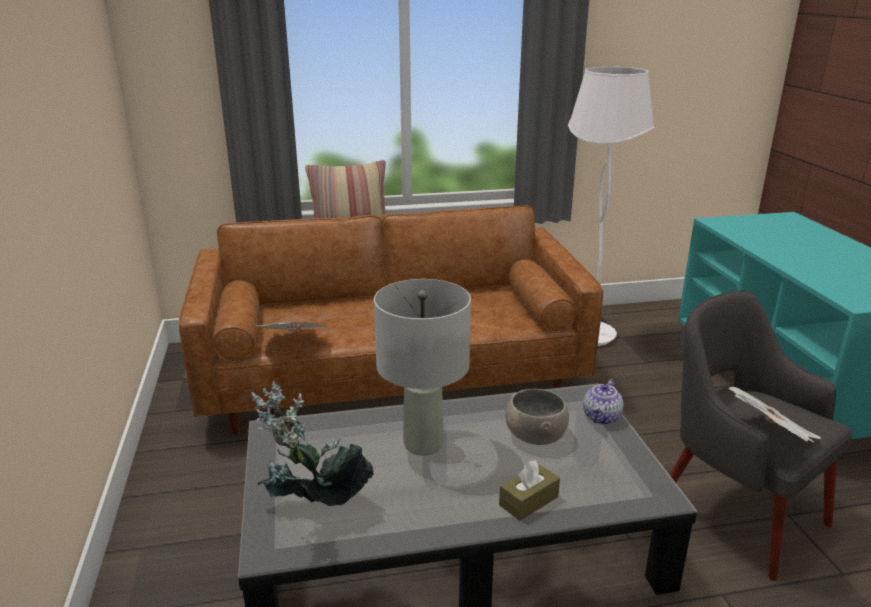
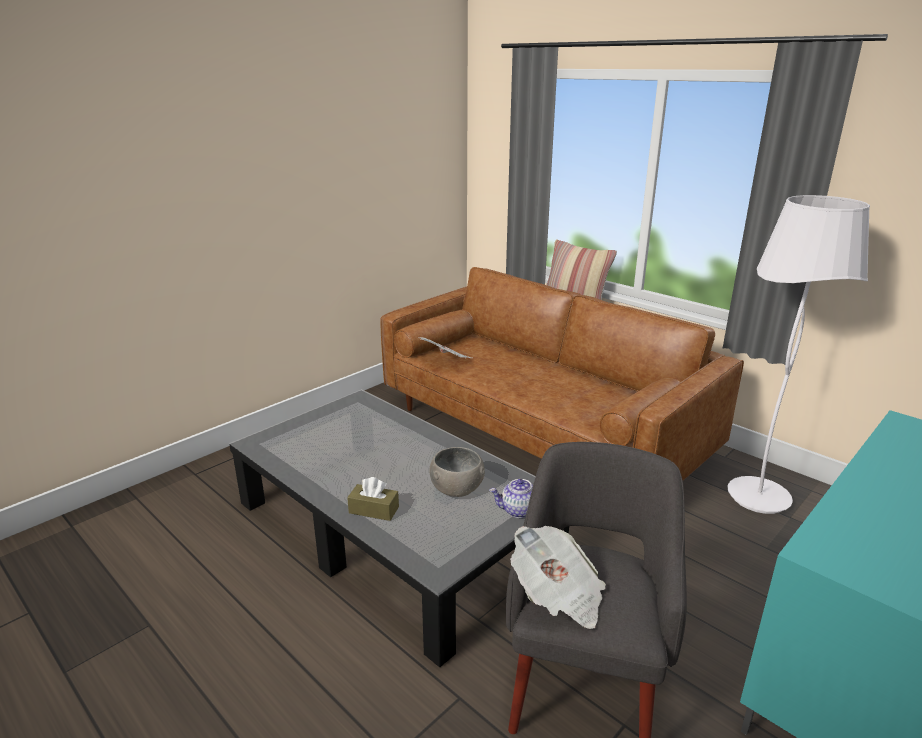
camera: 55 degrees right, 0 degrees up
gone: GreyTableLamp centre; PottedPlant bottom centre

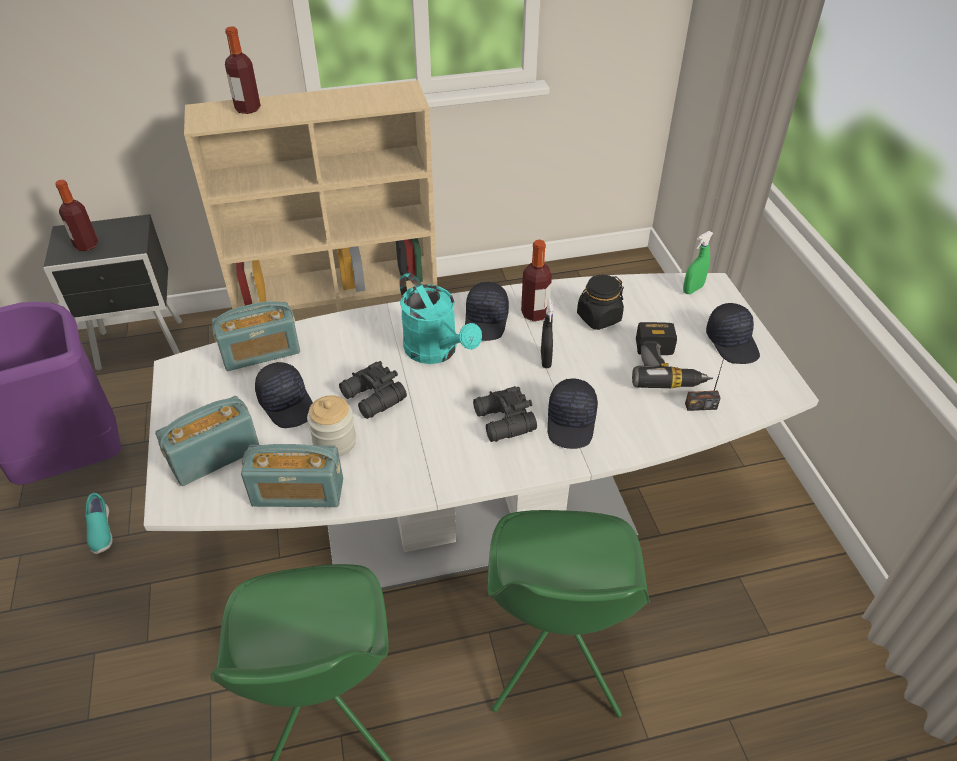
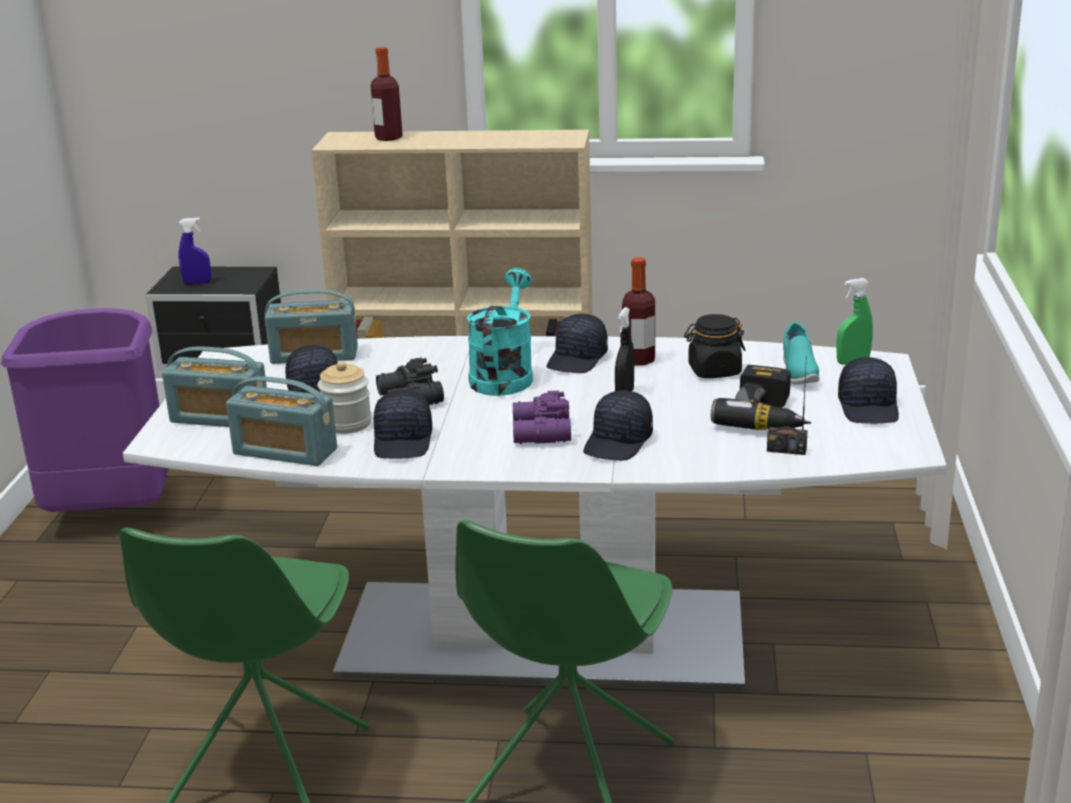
camera: 20 degrees right, 20 degrees down
new: BlackCap (no. 2 from left) centre
shifted: TurquoiseShoe bottom left to middle right
swapped: Bottle (no. 1 from left) top left to BlueSprayBottle top left
repainted: BlackBinoculars (no. 2 from left) centre to PurpleBinoculars centre
rotated: TurquoiseWateringCan centre = centre 150 degrees counterclockwise; Radio (no. 1 from left) middle left = middle left 150 degrees counterclockwise

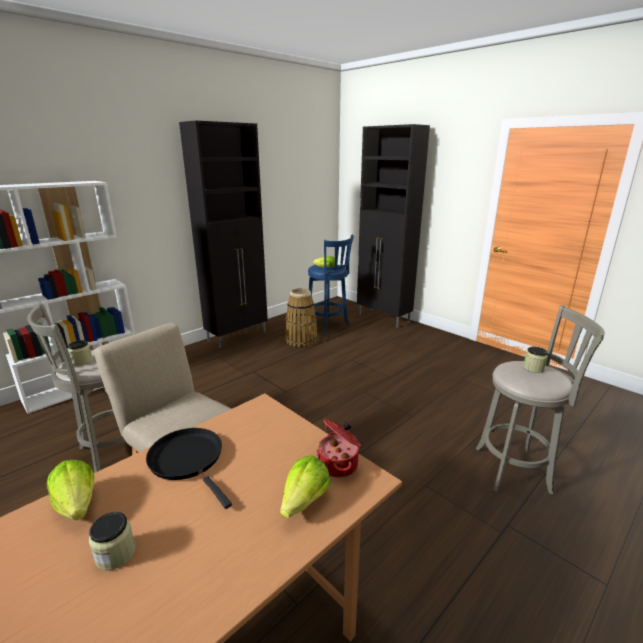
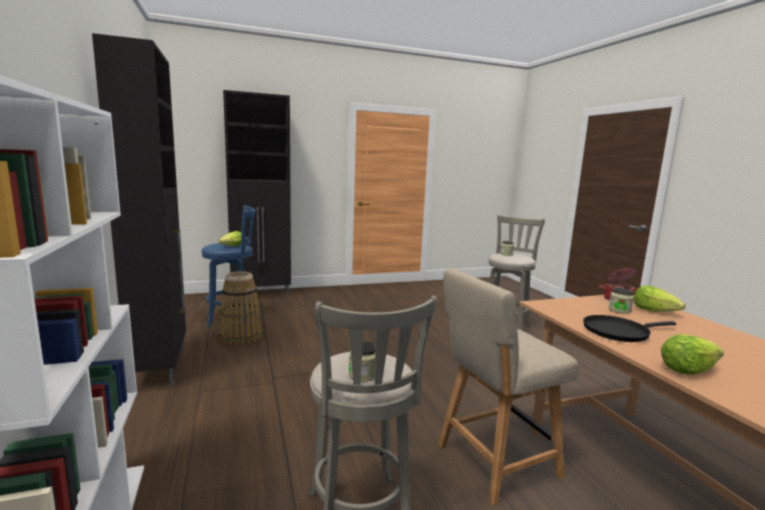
camera: 65 degrees left, 10 degrees down
shifted: Jar (no. 2 from left in the first image) bottom left to Jar (no. 3 from left) middle right

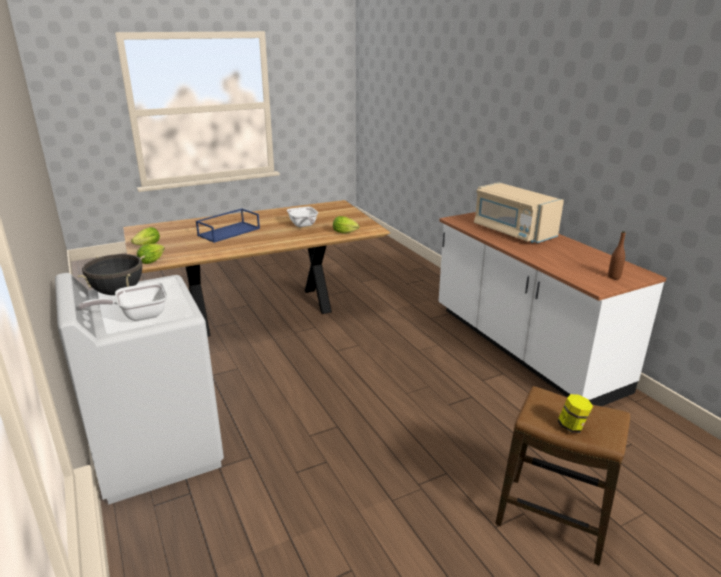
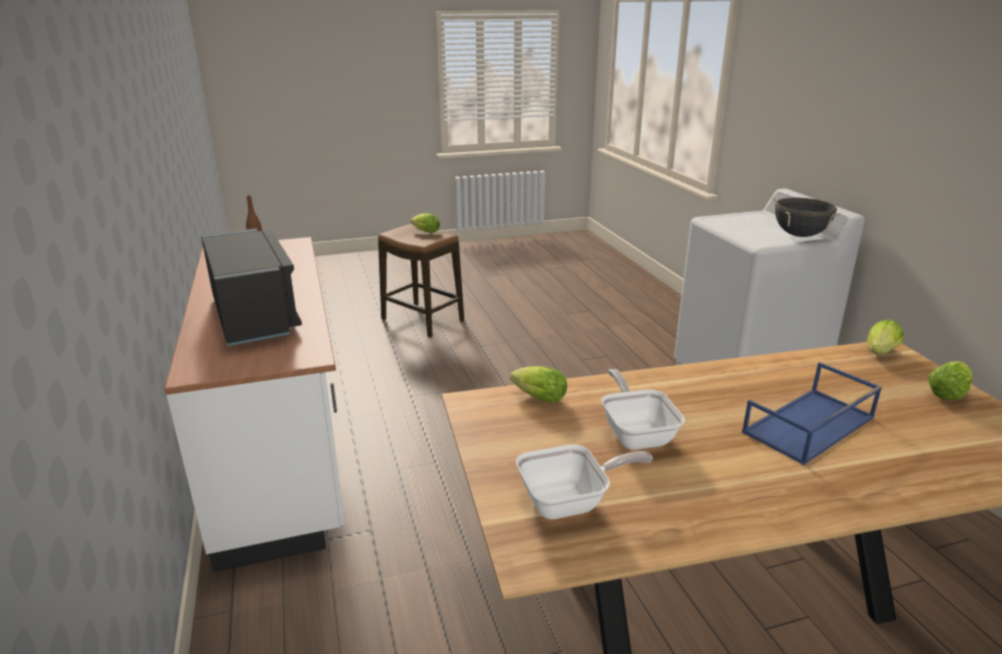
camera: 170 degrees left, 0 degrees up
shifted: FryingPan (no. 1 from left) middle left to bottom centre
swapped: Jar bottom right to Lettuce (no. 1 from left) centre
repainted: BeigeMicrowave middle right to BlackMicrowave middle left

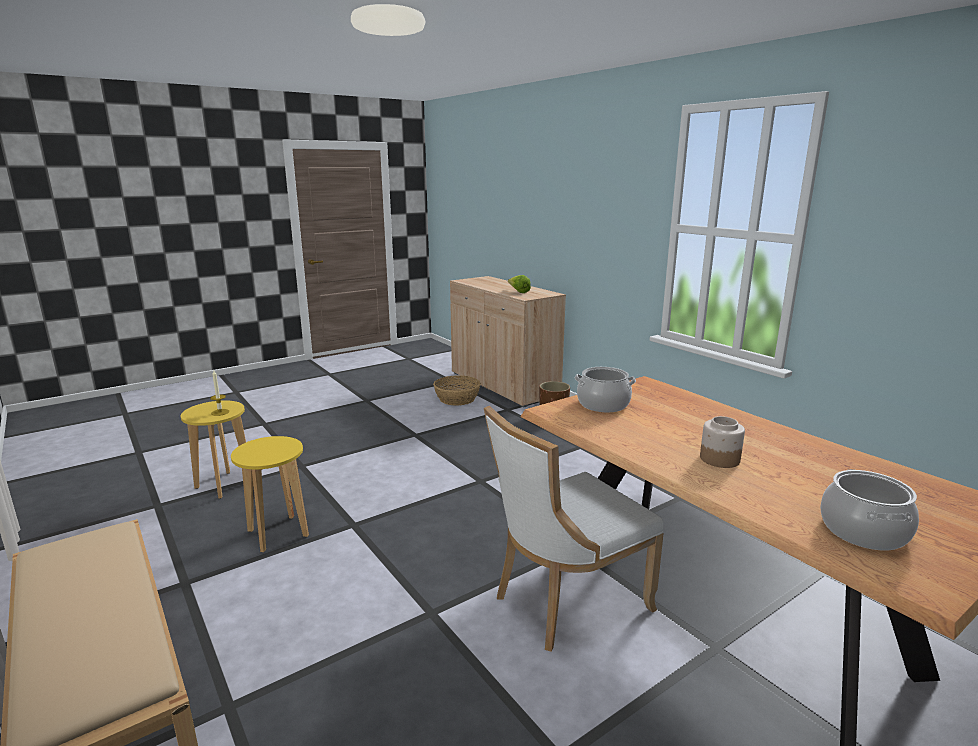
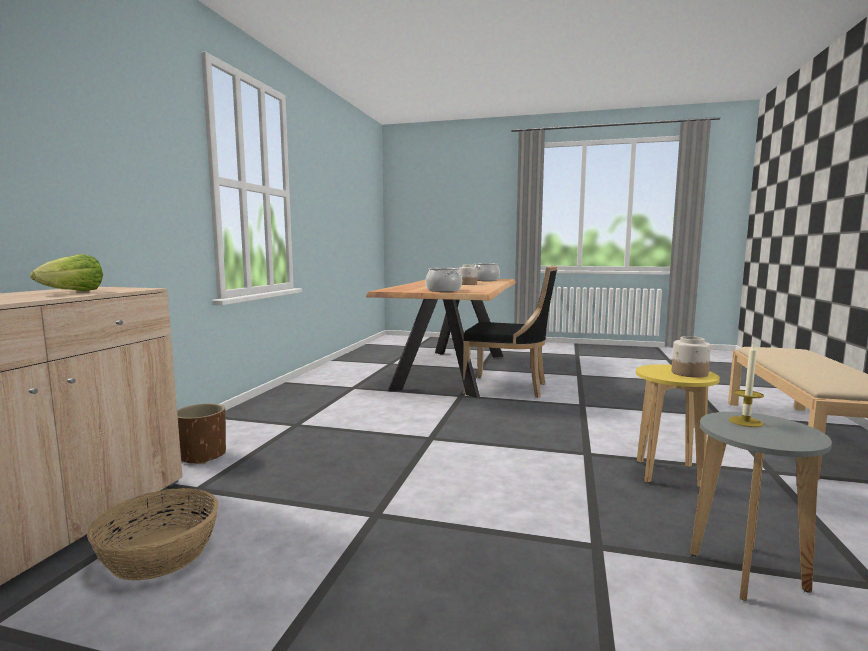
camera: 130 degrees left, 10 degrees down
new: Jar (no. 2 from left) middle right
repainted: YellowStool (no. 1 from left) middle left to GreyStool bottom right; WhiteChair bottom centre to BlackChair centre

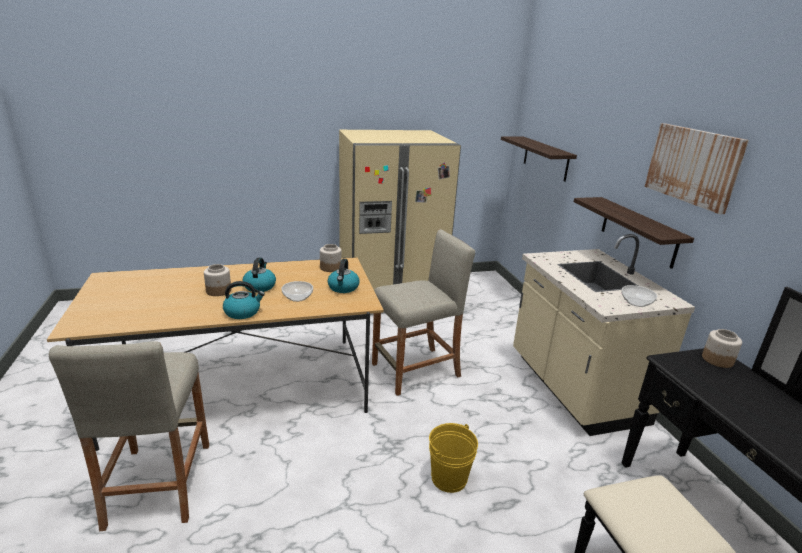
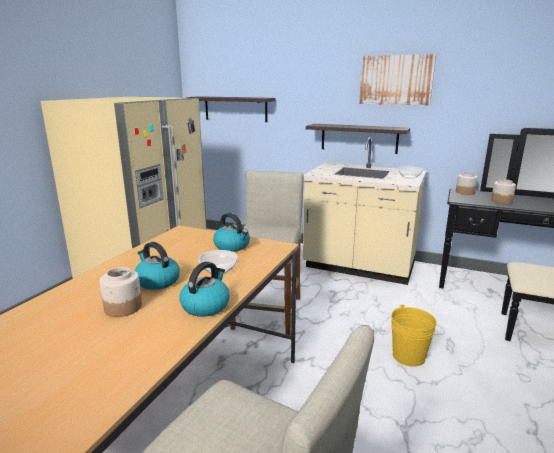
camera: 50 degrees left, 5 degrees down
shifted: Jar (no. 2 from left in the first image) centre to Jar (no. 3 from left) middle right

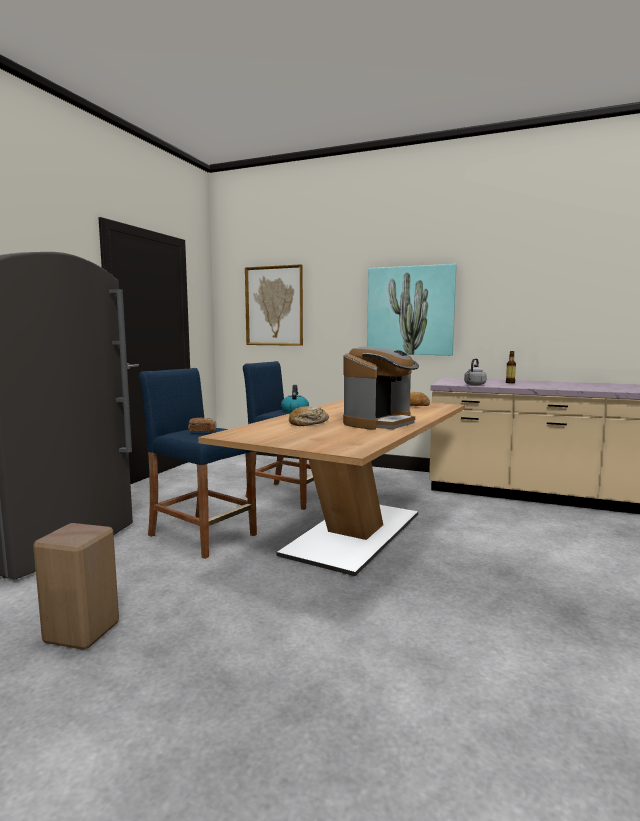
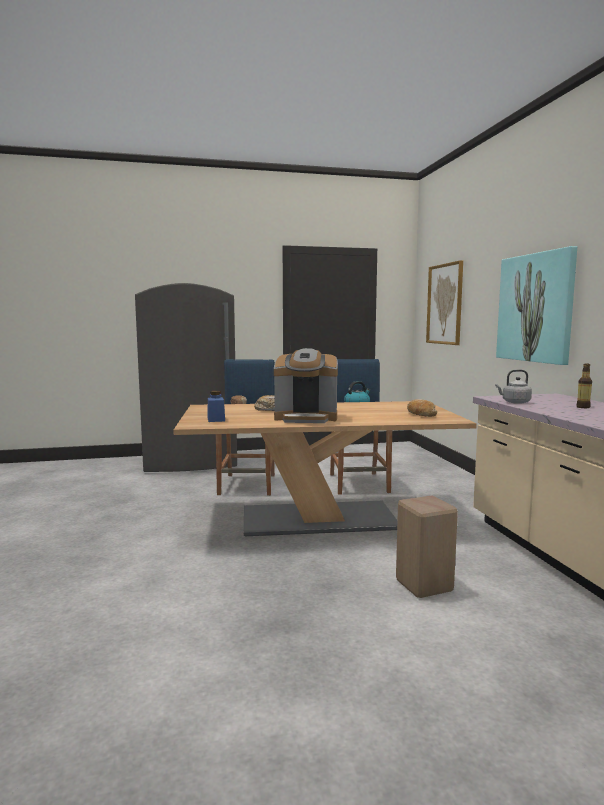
camera: 55 degrees right, 0 degrees up
new: BlueJar centre
shifted: BeigeStool bottom left to bottom right

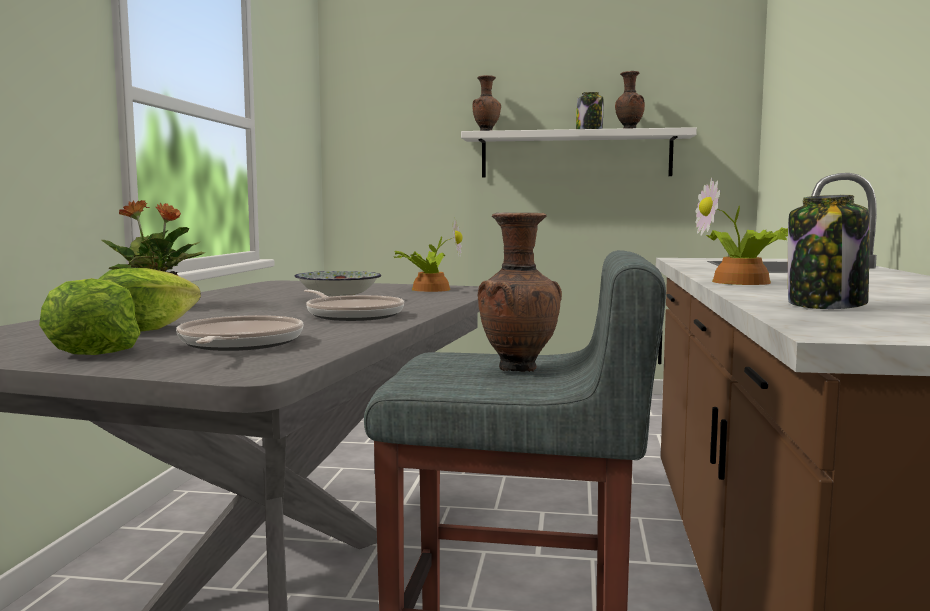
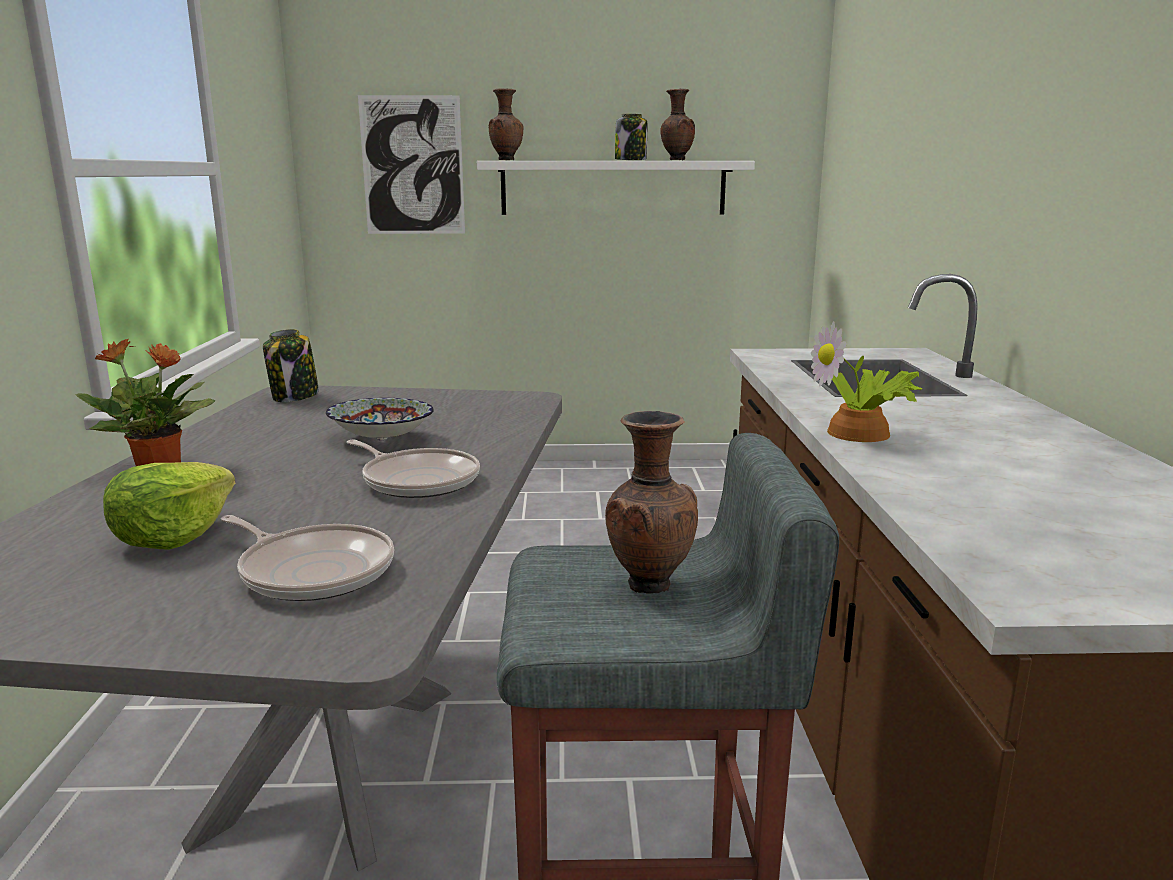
camera: 10 degrees left, 10 degrees up
gone: PottedPlant (no. 2 from left) centre; Lettuce (no. 1 from left) middle left
new: Picture top centre
shifted: Jar (no. 2 from left in the first image) middle right to Jar (no. 1 from left) middle left
rotated: FryingPan (no. 1 from left) middle left = middle left 135 degrees clockwise

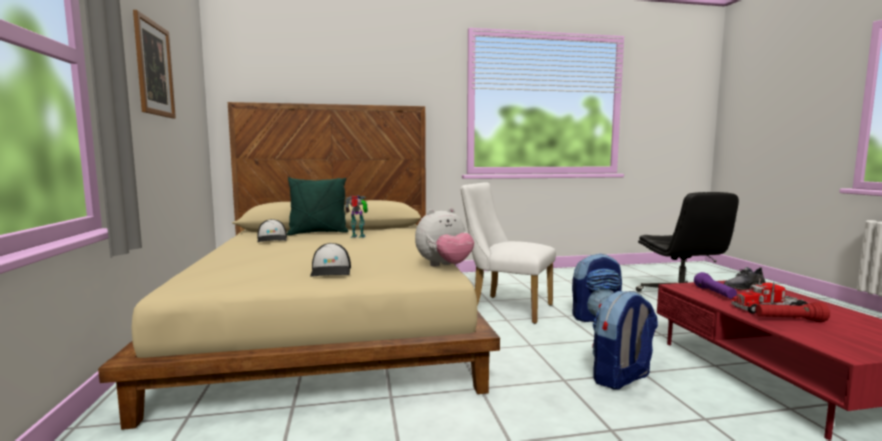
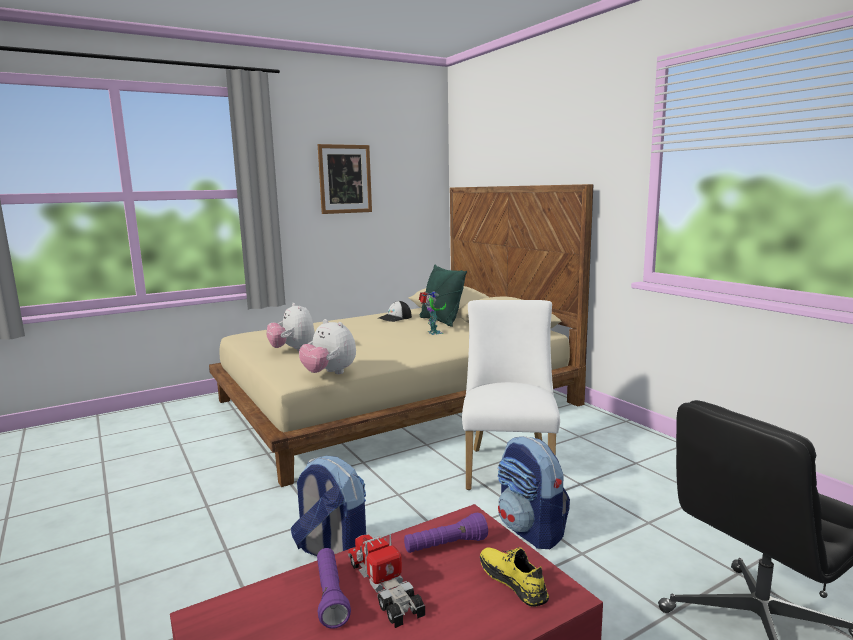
camera: 70 degrees right, 5 degrees up
swapped: Cap (no. 2 from left) centre to PlushToy (no. 1 from left) centre
repainted: GreyShoe middle right to YellowShoe bottom centre; RedFlashlight bottom right to PurpleFlashlight (no. 1 from left) bottom centre

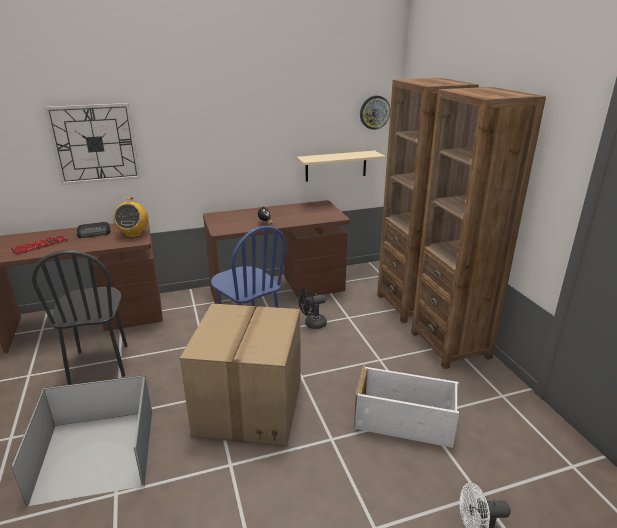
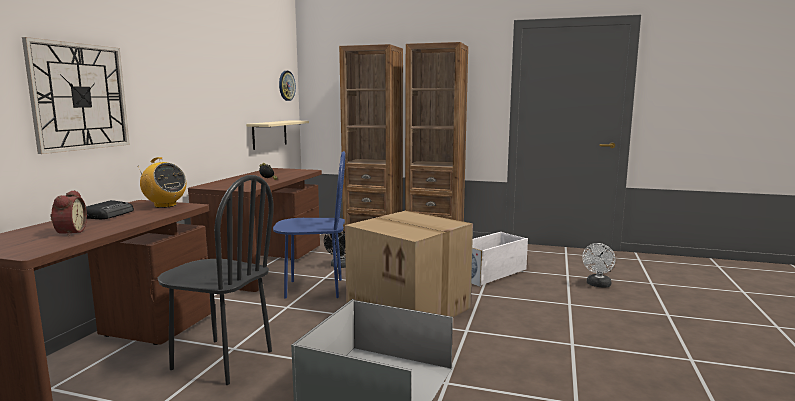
camera: 55 degrees left, 15 degrees down
swapped: Keyboard middle left to AlarmClock (no. 1 from left) middle left

